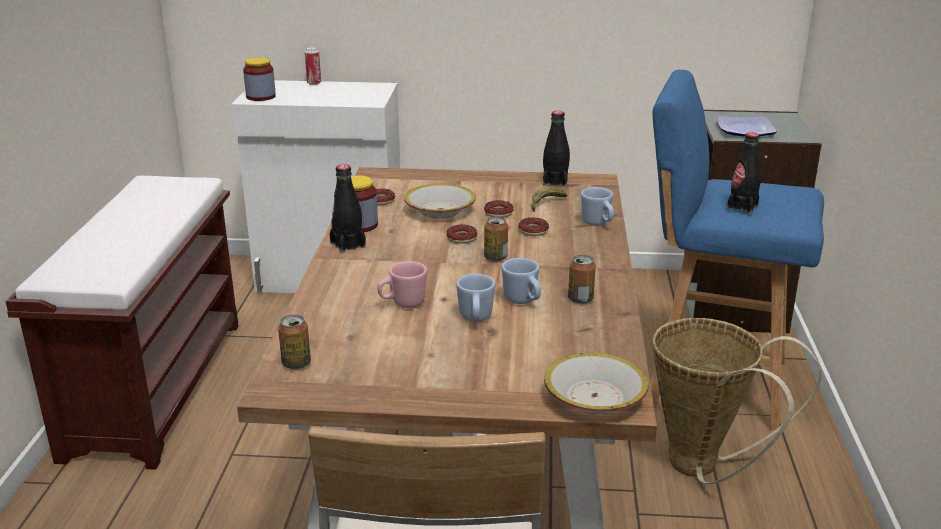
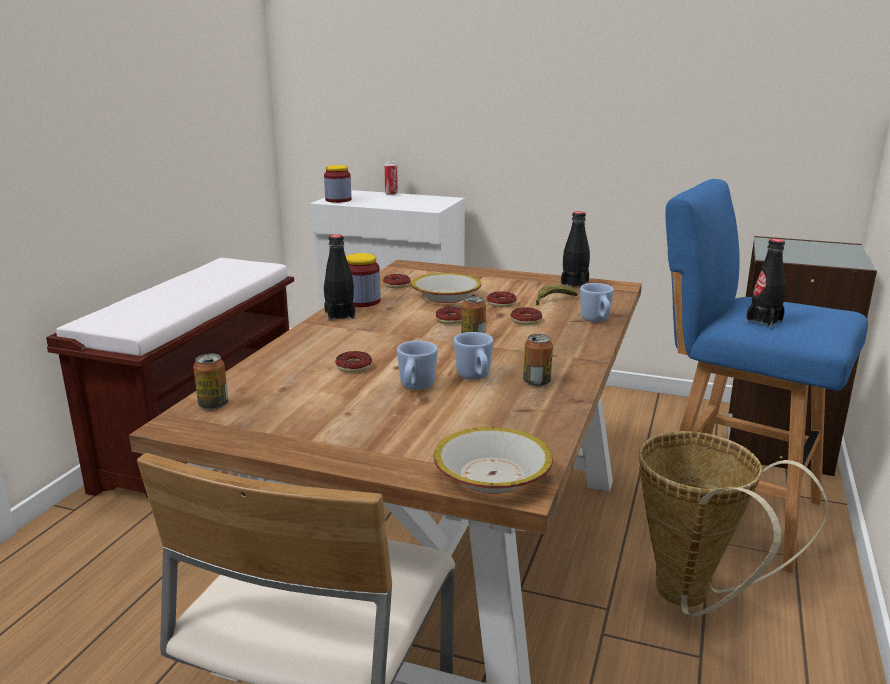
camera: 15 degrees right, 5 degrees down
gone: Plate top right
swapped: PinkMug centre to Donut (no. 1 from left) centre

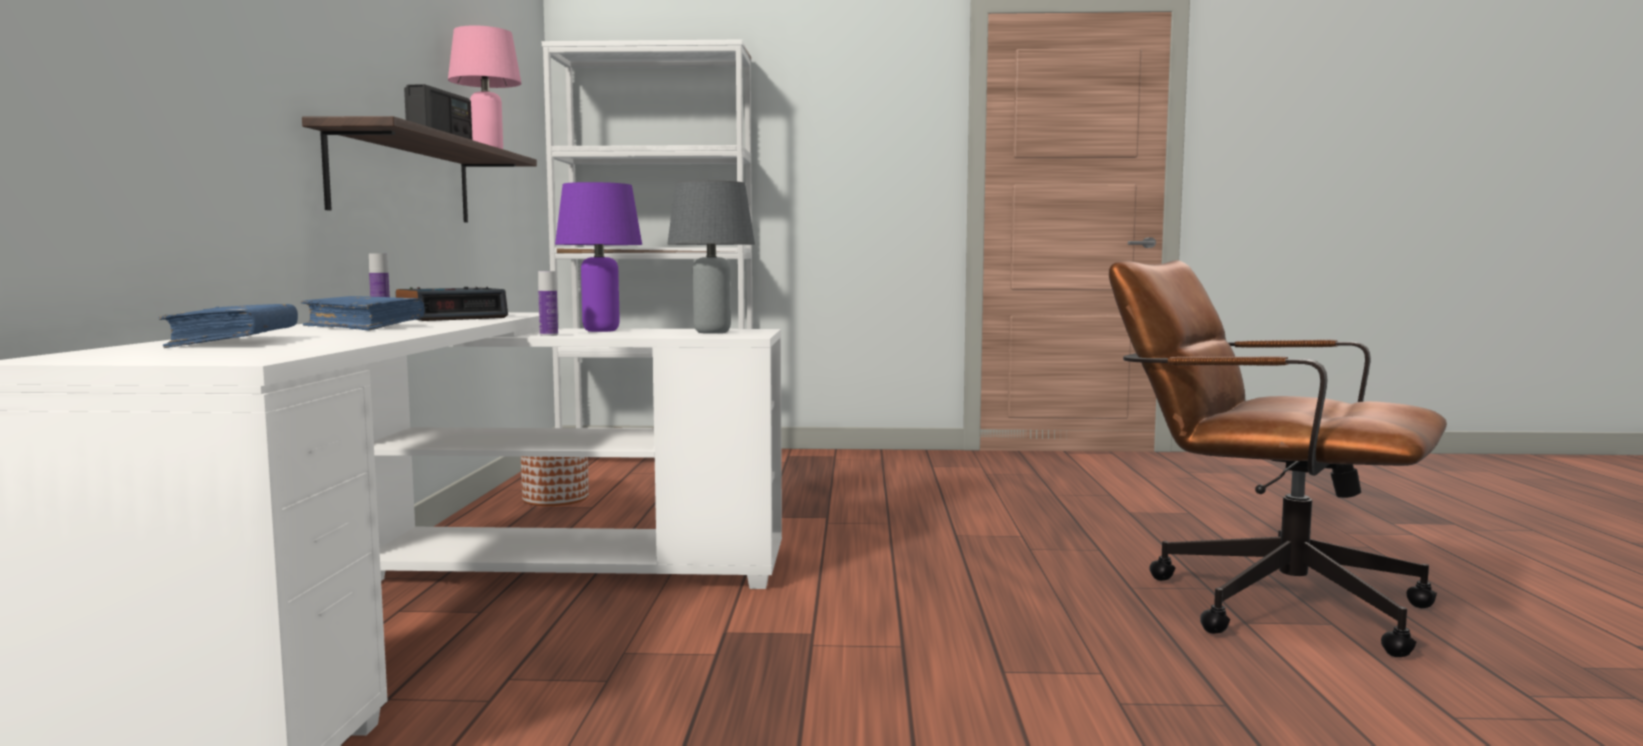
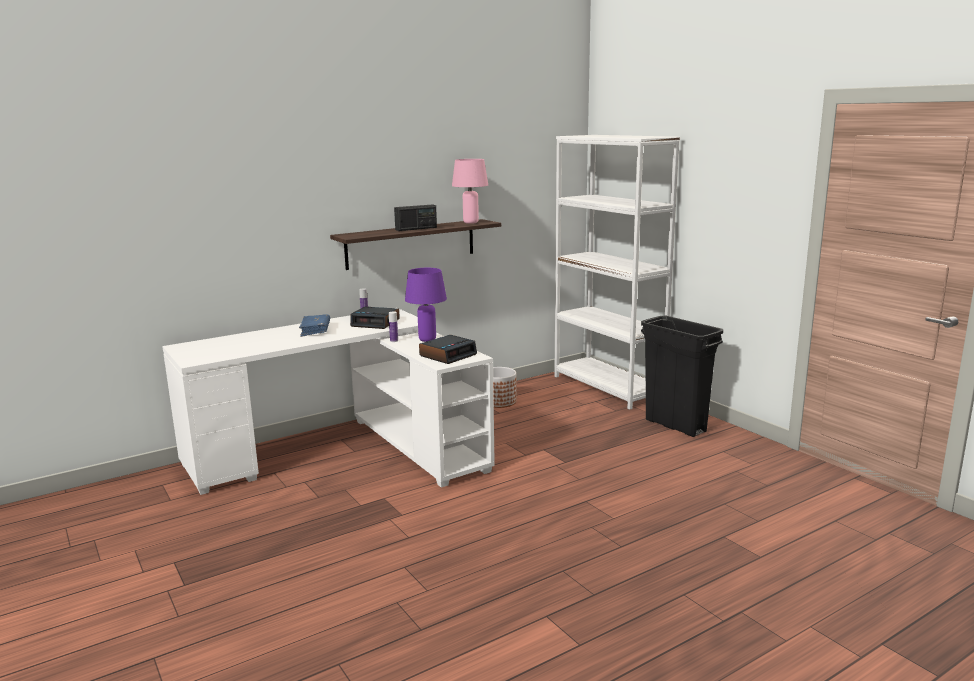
camera: 55 degrees right, 10 degrees up
gone: BrownOfficeChair middle right; BlueBook (no. 1 from left) middle left
new: BlackTrashCan middle right
swapped: GreyTableLamp centre to AlarmClock (no. 2 from left) centre

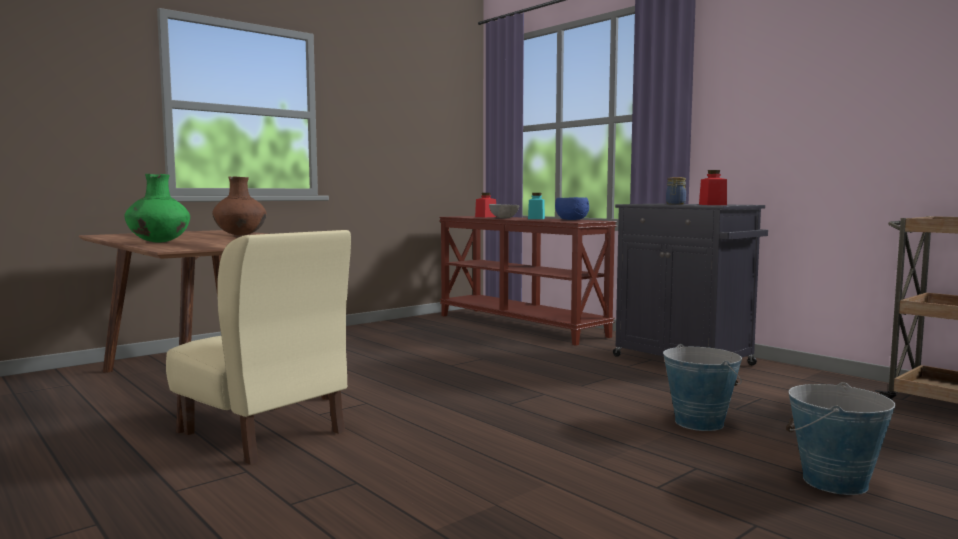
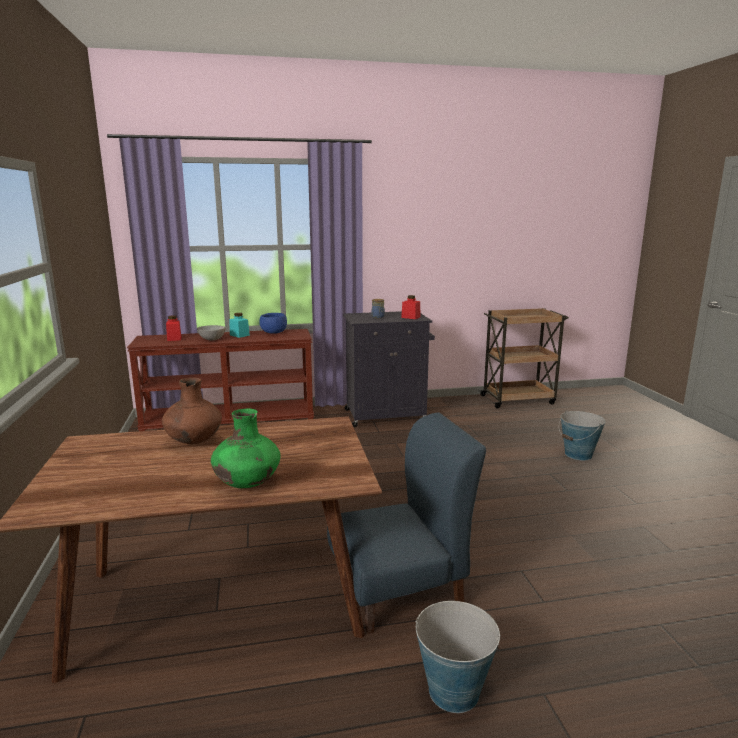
camera: 60 degrees left, 10 degrees up
shifted: Bucket (no. 1 from left) bottom right to bottom centre
repainted: BeigeChair middle left to BlueChair bottom centre

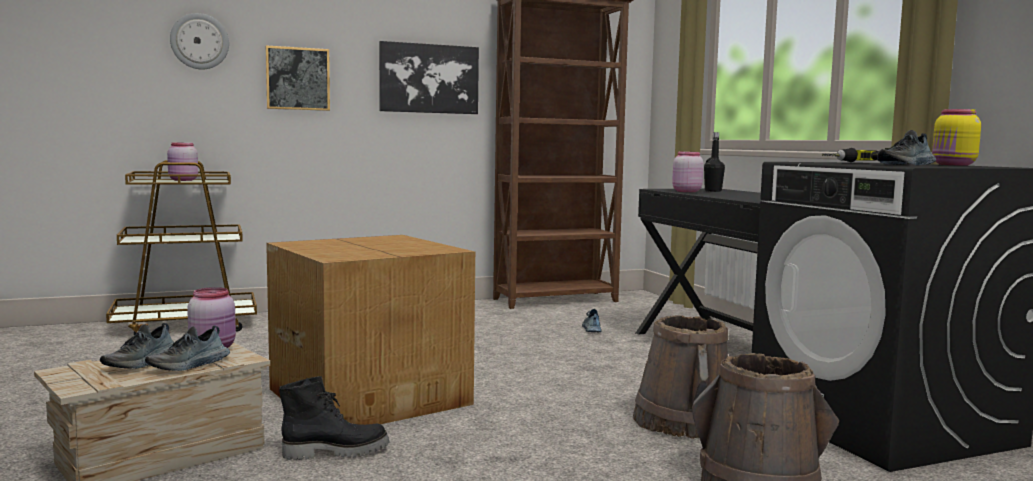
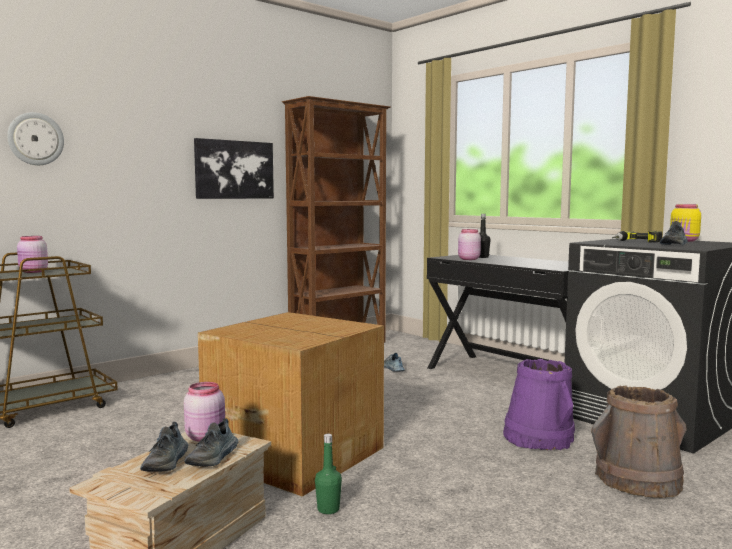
camera: 20 degrees left, 0 degrees up
gone: Picture (no. 1 from left) top left
swapped: BlackBoot bottom left to GreenBottle bottom centre
repainted: BrownBucket (no. 1 from left) bottom centre to PurpleBucket bottom right

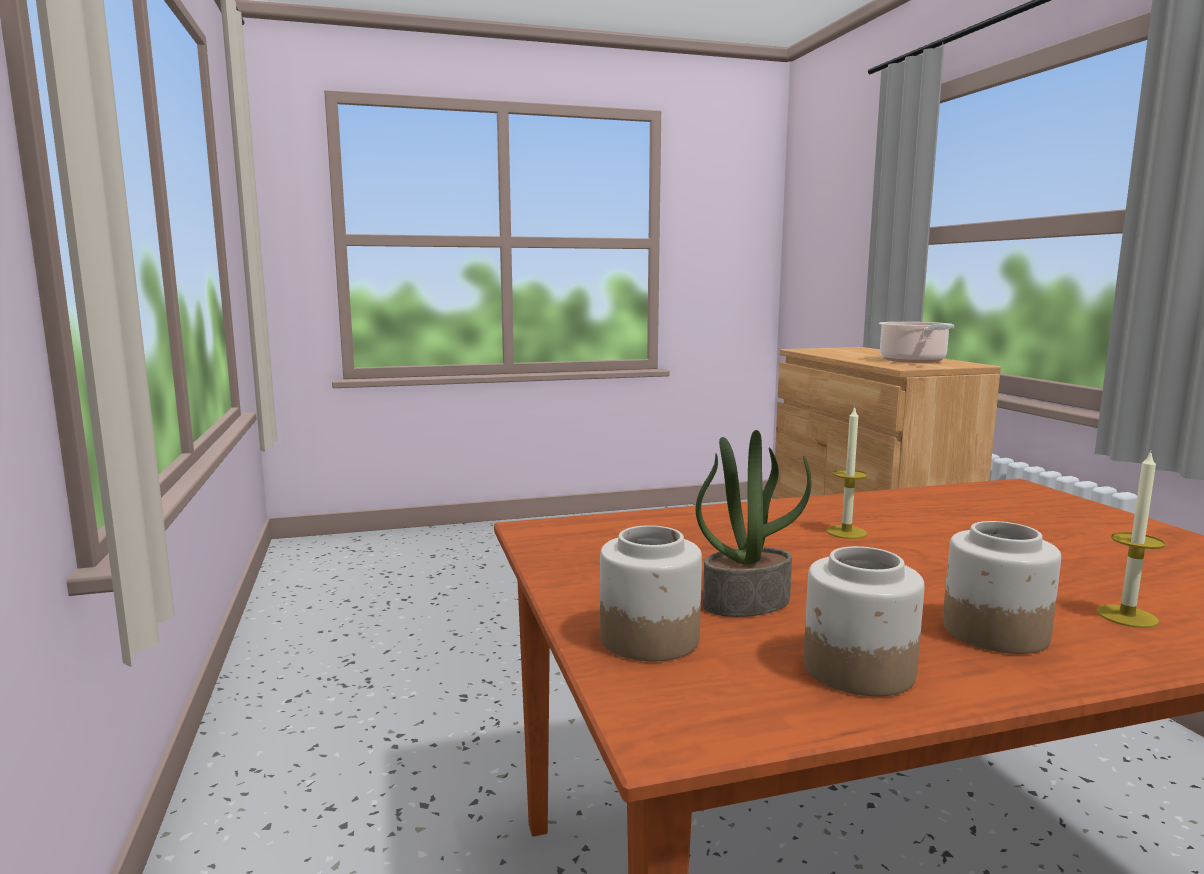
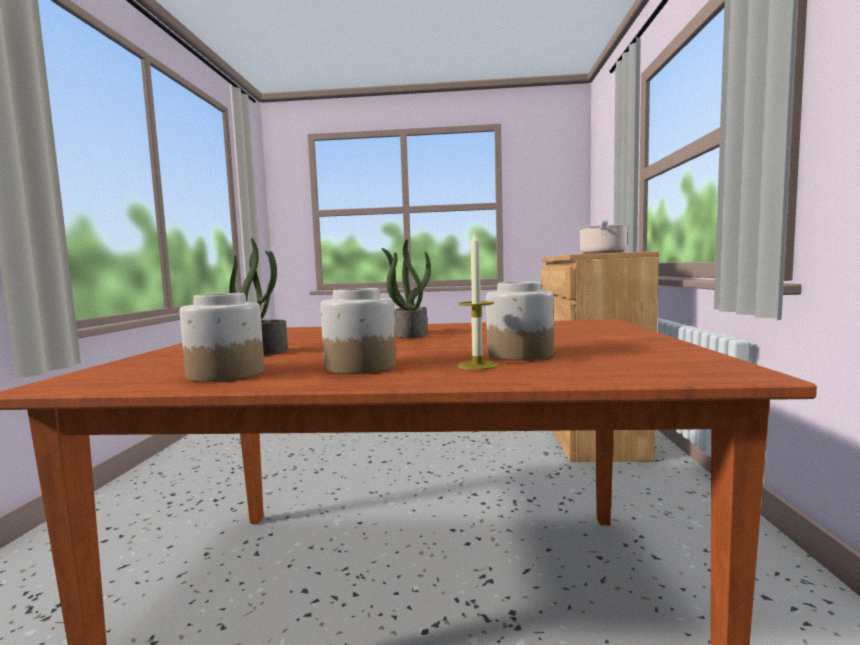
camera: 20 degrees right, 5 degrees down
shifted: Jar (no. 1 from left in the first image) bottom centre to Jar (no. 3 from left) centre
swapped: Candle (no. 1 from left) middle right to PottedPlant (no. 2 from left) centre

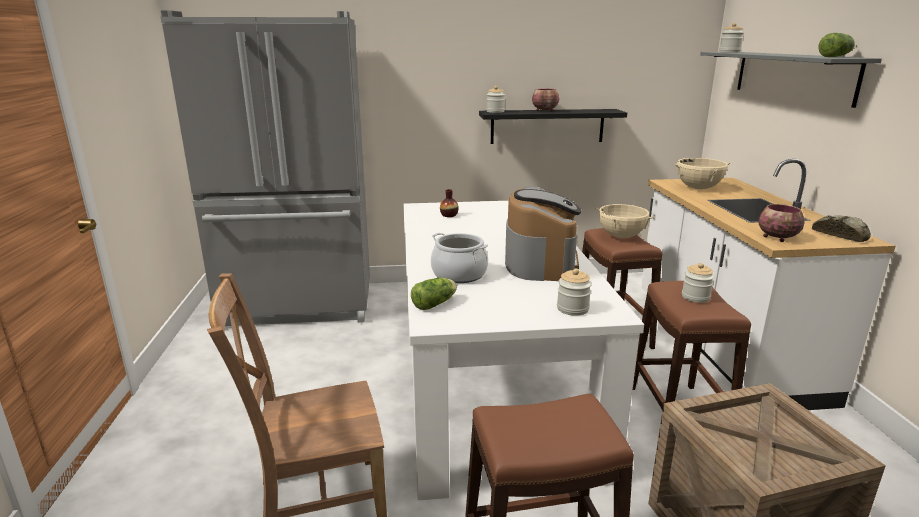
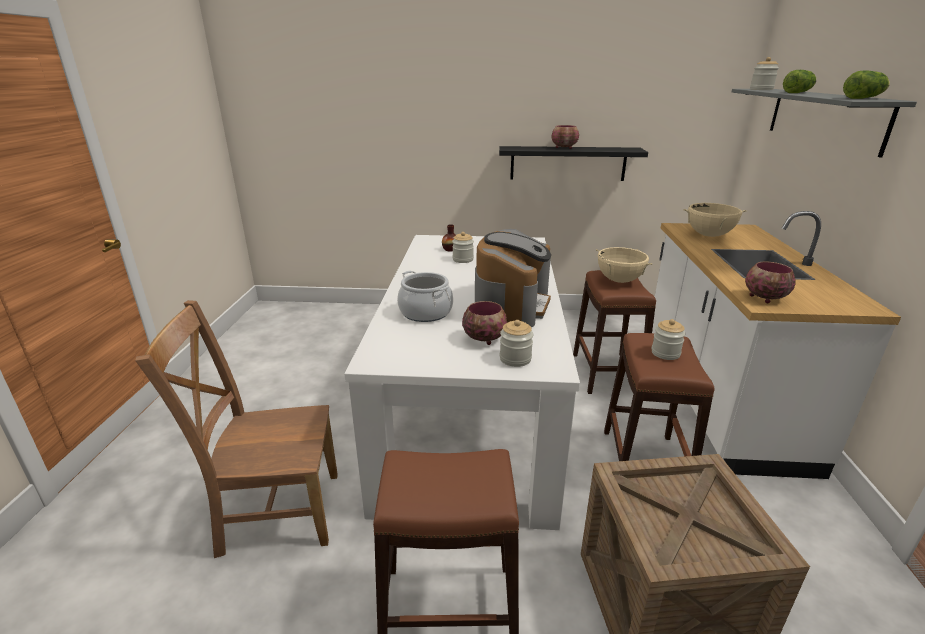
camera: 10 degrees right, 5 degrees up
gone: GreyFridge top left; Bread middle right
new: Bowl (no. 1 from left) centre
shifted: Jar (no. 1 from left) top centre to centre; Lettuce (no. 1 from left) centre to top right

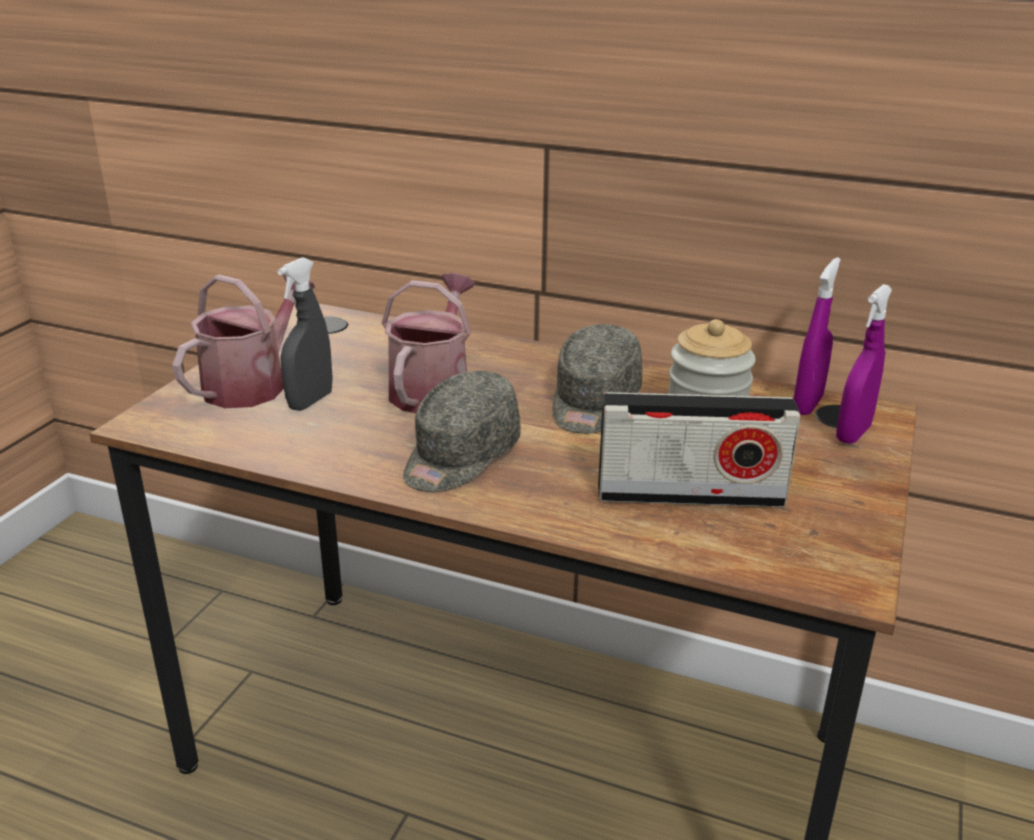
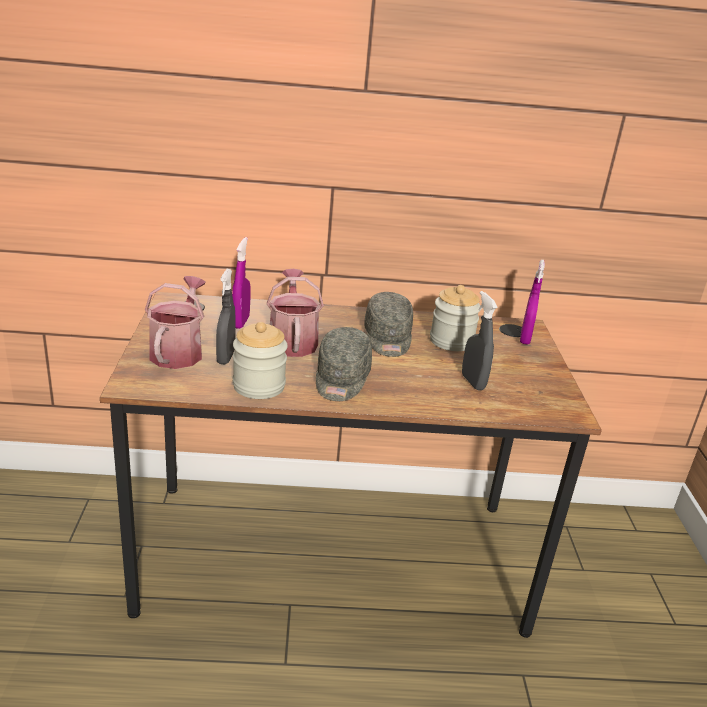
camera: 25 degrees left, 0 degrees up
new: Jar (no. 1 from left) centre
shifted: PurpleSprayBottle (no. 1 from left) middle right to centre
swapped: Radio middle right to GreySprayBottle (no. 2 from left) middle right

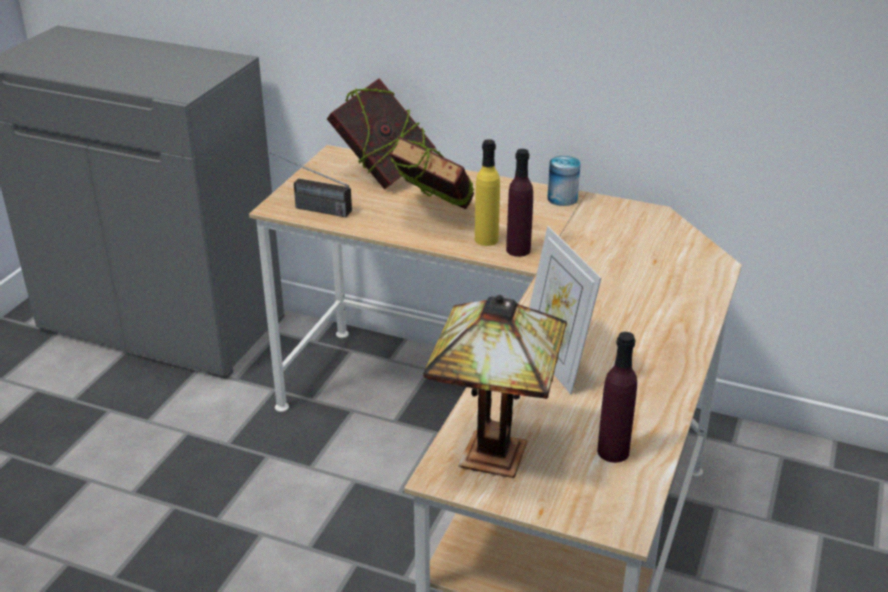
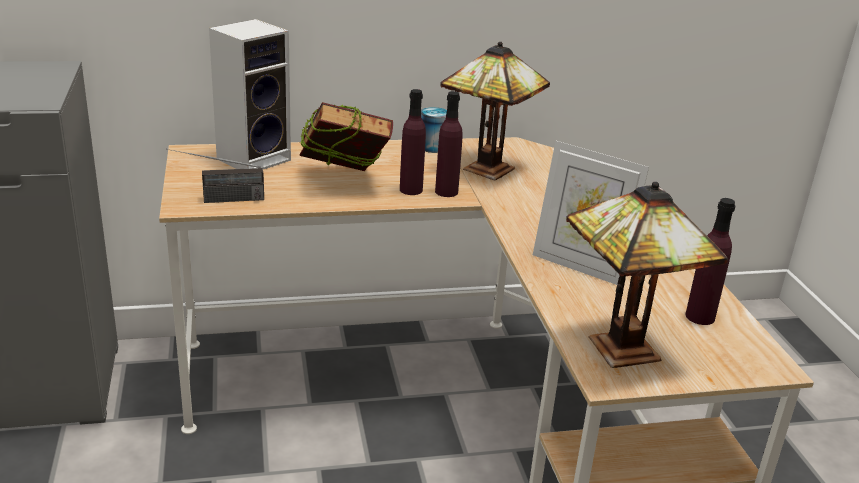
camera: 35 degrees left, 5 degrees down
new: TableLamp (no. 1 from left) top centre
swapped: Book (no. 1 from left) top centre to Speaker top left
repainted: YellowBottle top centre to PurpleBottle (no. 1 from left) top centre

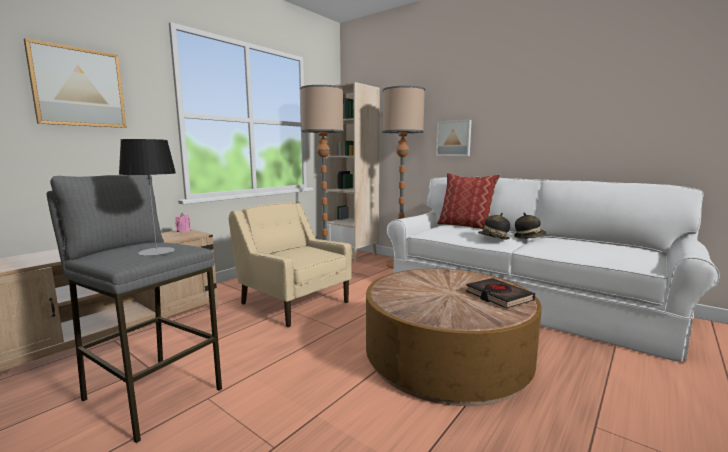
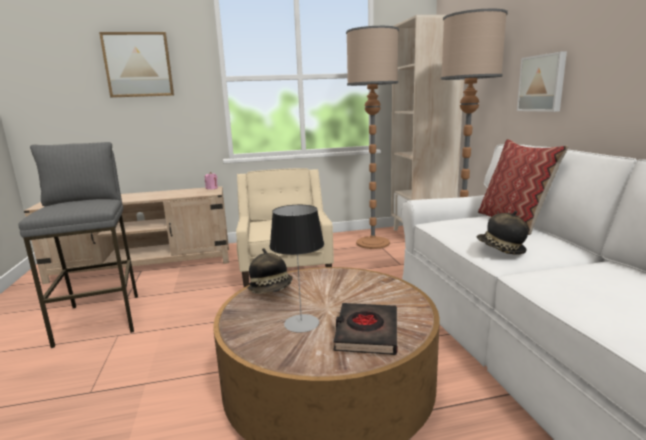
camera: 40 degrees right, 5 degrees up
shifted: TableLamp middle left to centre; Hat (no. 2 from left in the first image) middle right to Hat (no. 1 from left) centre

